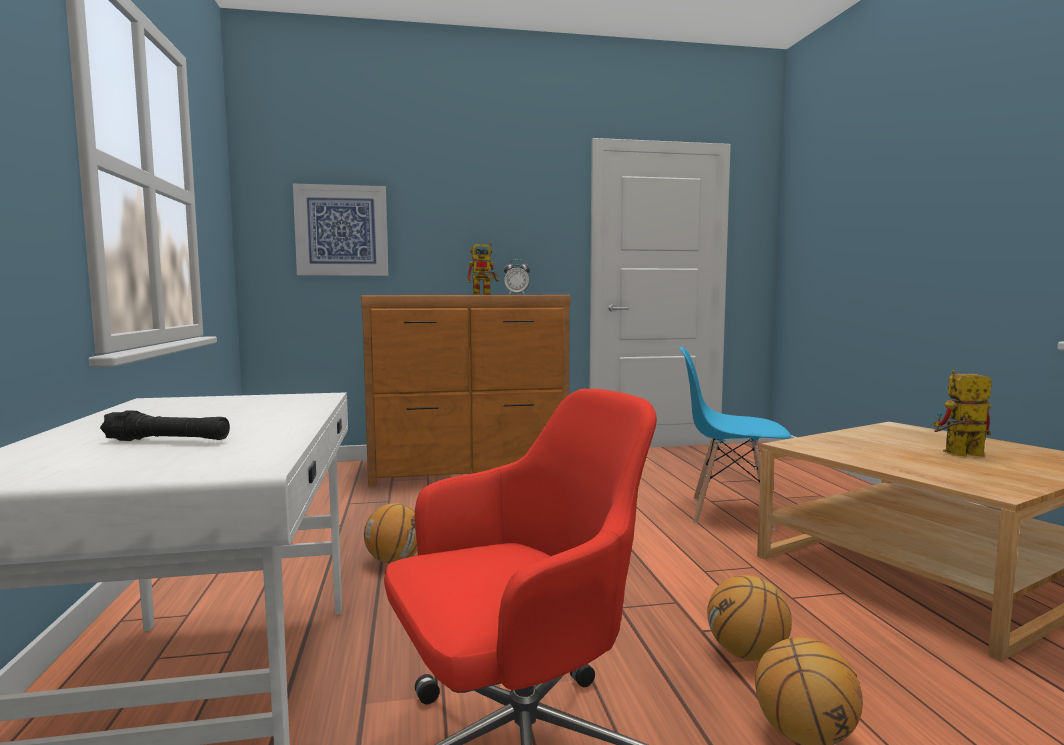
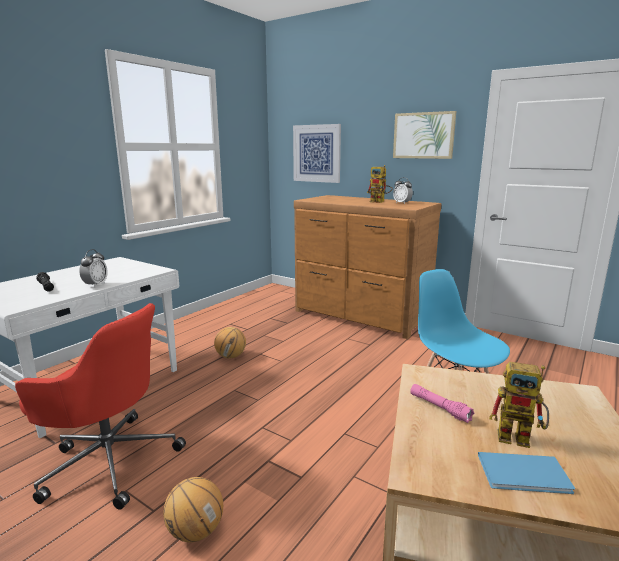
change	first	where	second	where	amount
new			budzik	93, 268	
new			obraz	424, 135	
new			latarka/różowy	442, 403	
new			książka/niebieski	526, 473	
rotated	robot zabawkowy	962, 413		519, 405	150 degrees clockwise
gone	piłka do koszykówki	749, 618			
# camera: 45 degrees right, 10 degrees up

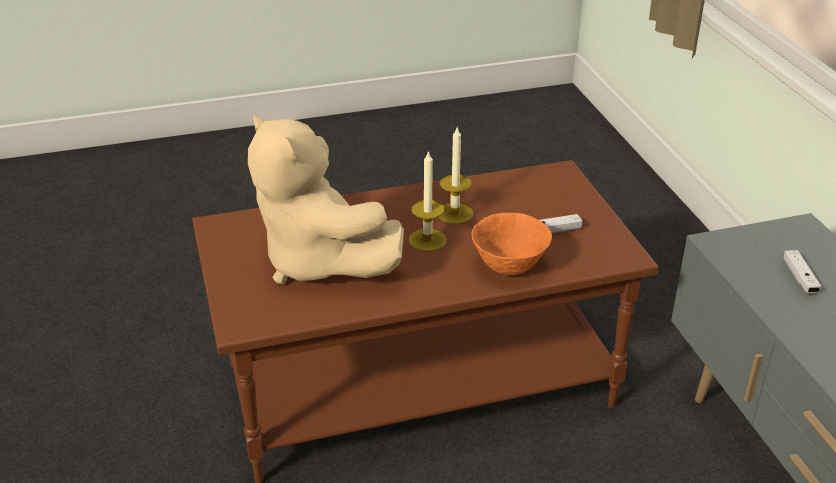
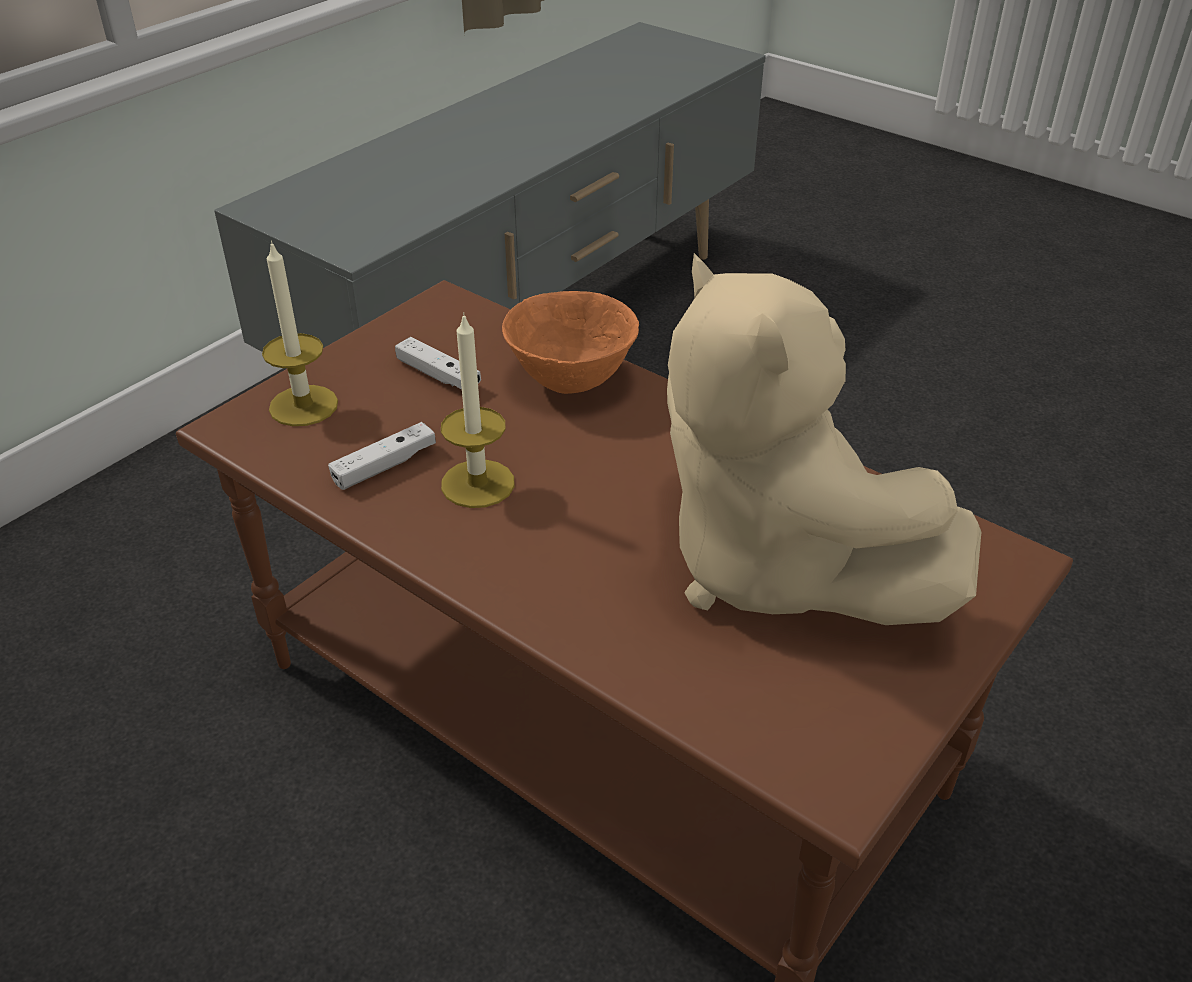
change	first	where	second	where	amount
shifted	świeca	427, 200		300, 333	
shifted	pad do gier/biały	802, 271		382, 456	
rotated	pluszak/beżowy	326, 199		824, 439	135 degrees clockwise
# camera: 125 degrees left, 5 degrees up

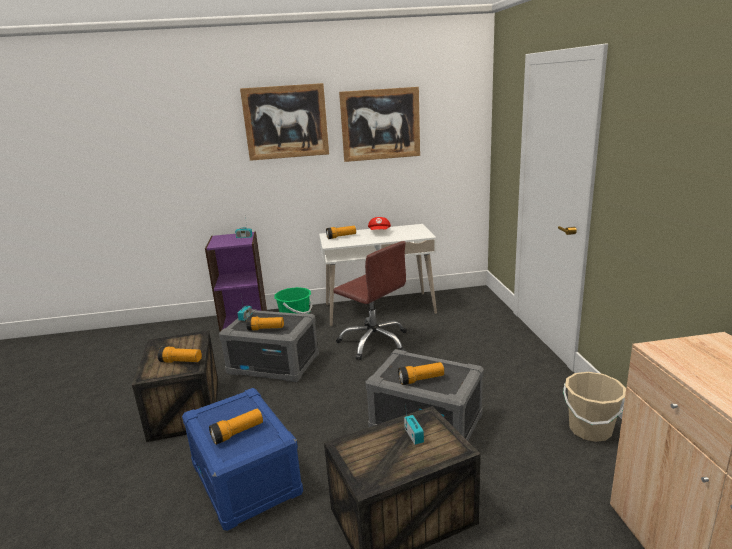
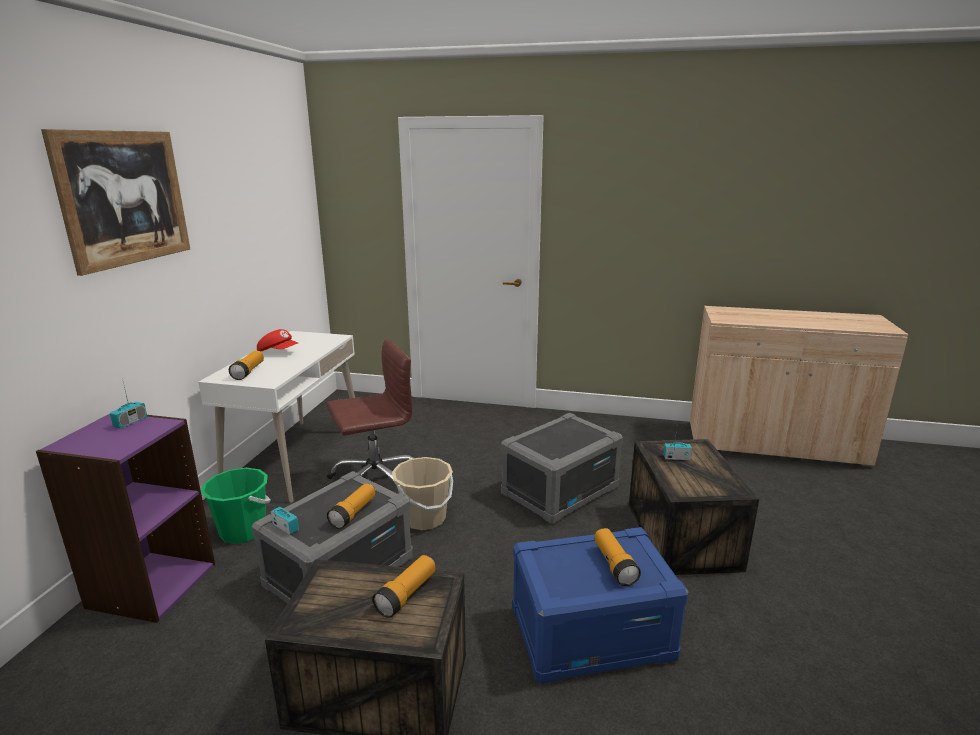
change	first	where	second	where	amount
shifted	wiadro/beżowy	594, 407		422, 493	
gone	obraz	379, 124			
gone	latarka	421, 373			
# camera: 70 degrees left, 0 degrees up

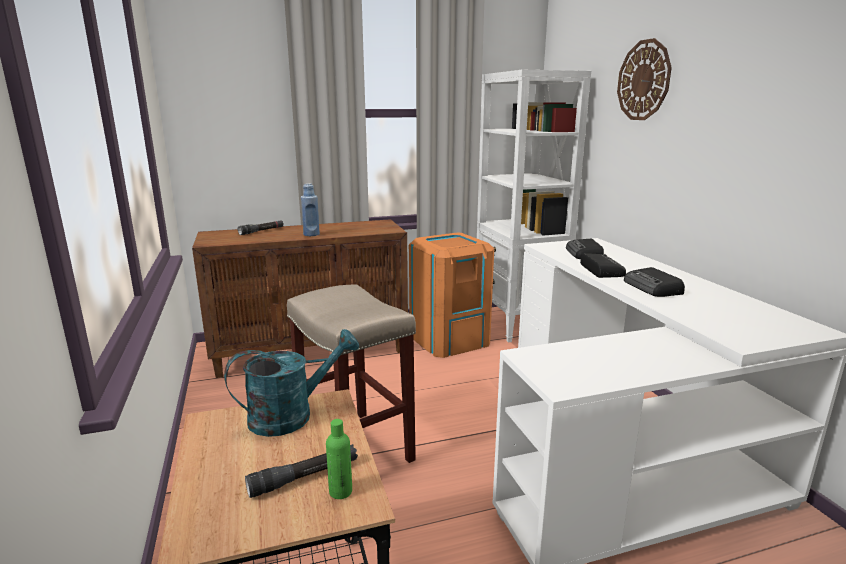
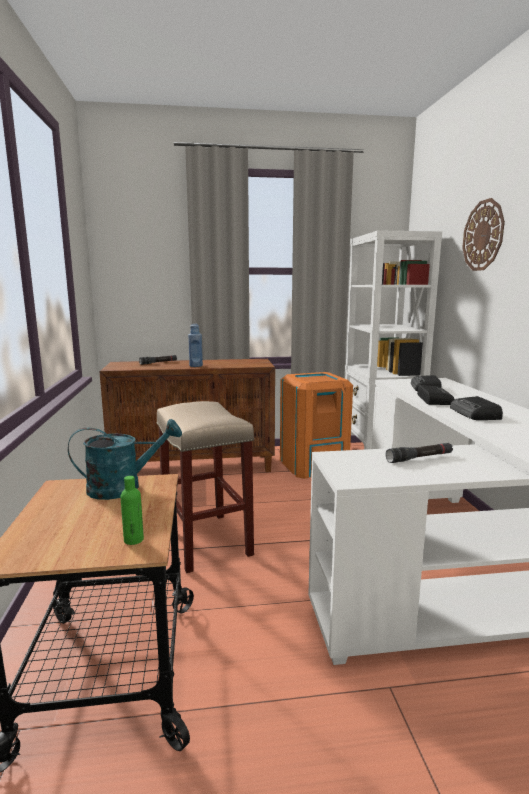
change	first	where	second	where	amount
shifted	latarka/czarny	301, 471		419, 453	
# camera: 10 degrees right, 5 degrees down

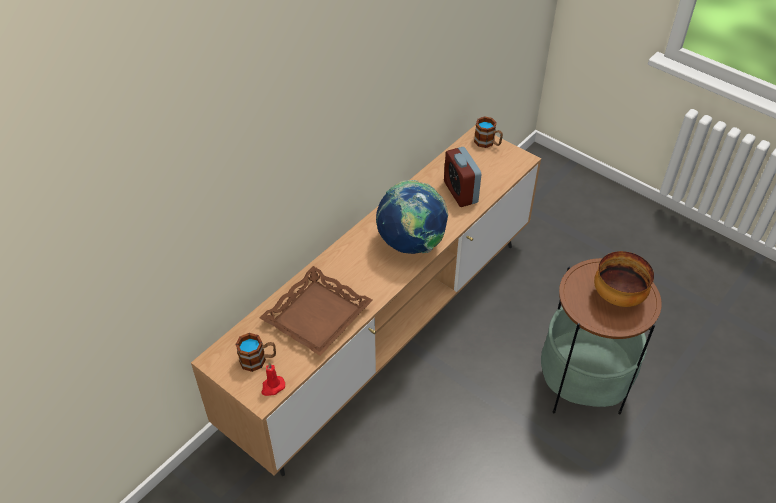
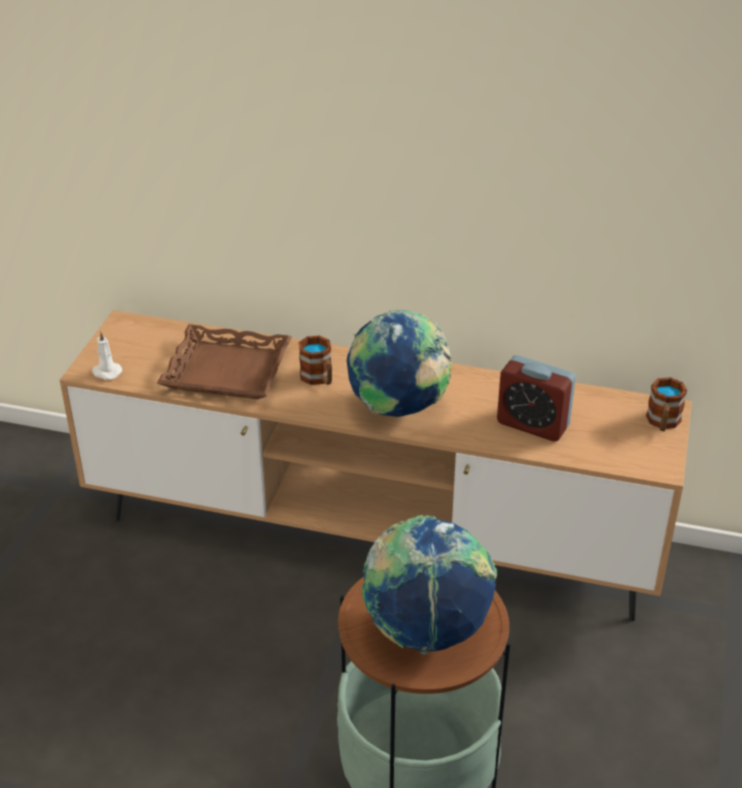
change	first	where	second	where	amount
repainted	świeca/czerwony	273, 379	świeca/biały	107, 355	
shifted	kubek	255, 352		315, 360	
swapped	miska	624, 279	globus	429, 584	
rotated	budzik	463, 177		536, 398	105 degrees counterclockwise
# camera: 65 degrees right, 10 degrees down

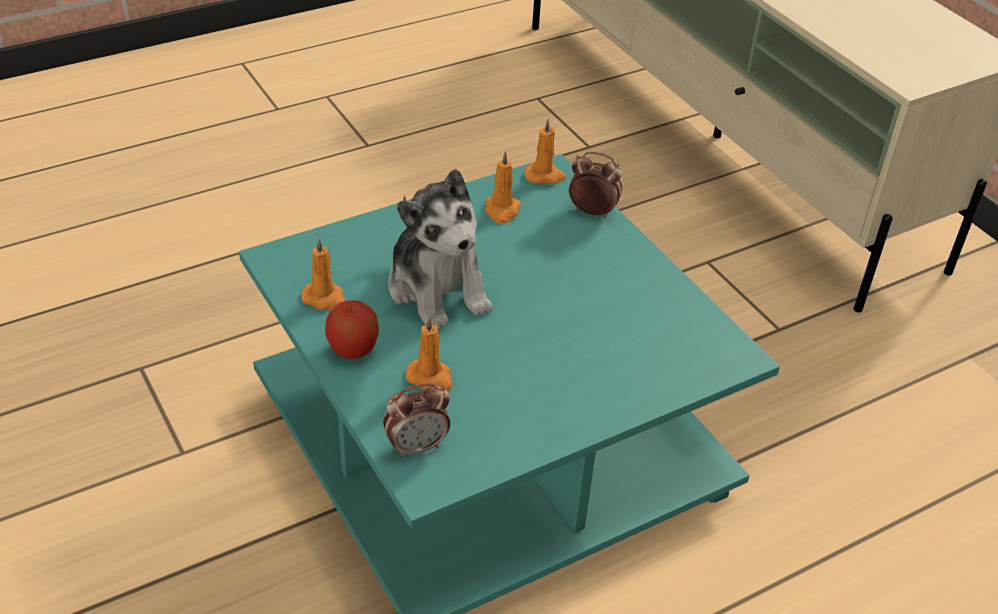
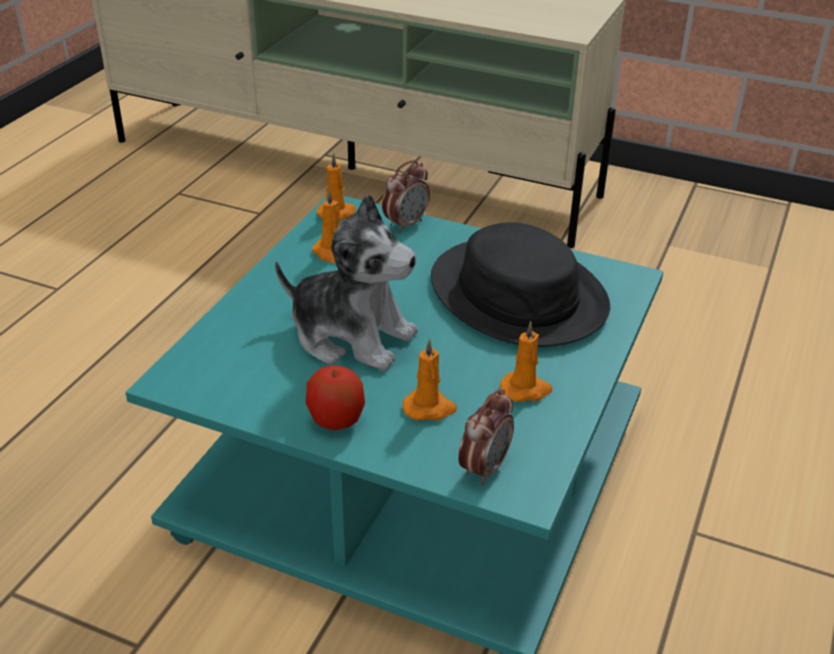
change	first	where	second	where	amount
rotated	budzik	595, 185		406, 196	150 degrees clockwise
new			kapelusz/czarny	520, 284	
shifted	świeca/pomarańczowy	323, 273		526, 361	
# camera: 35 degrees left, 5 degrees down

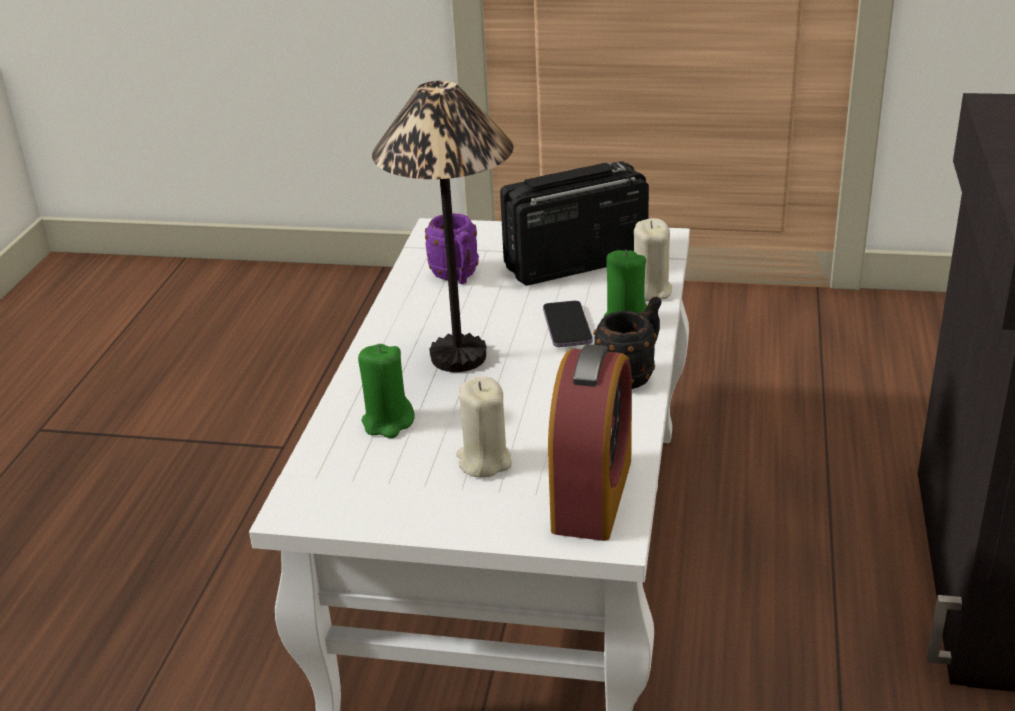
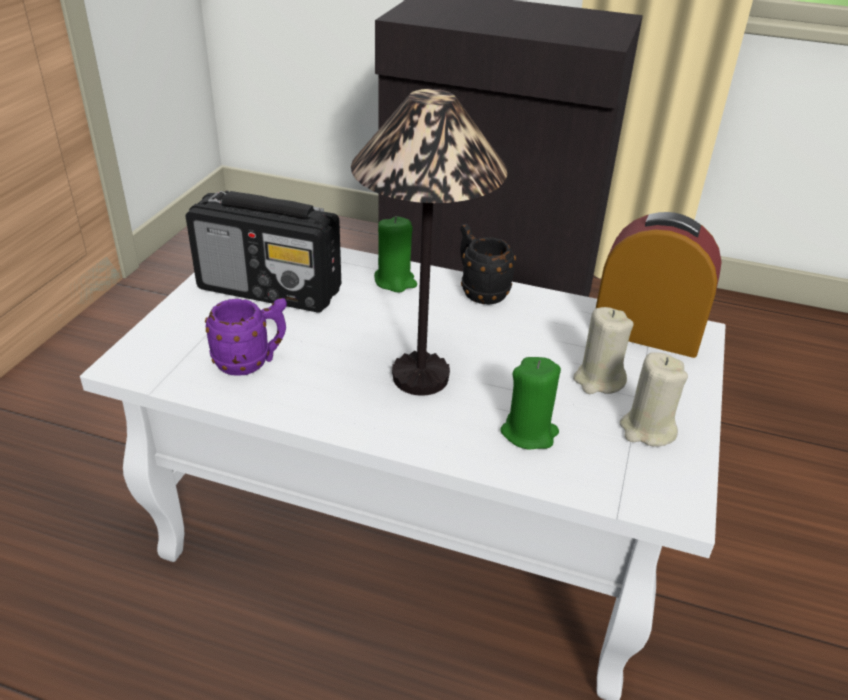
change	first	where	second	where	amount
rotated	radio	574, 223		263, 251	60 degrees counterclockwise
shifted	świeca/beżowy	653, 260		654, 399	
gone	telefon	568, 324			
# camera: 85 degrees left, 5 degrees up

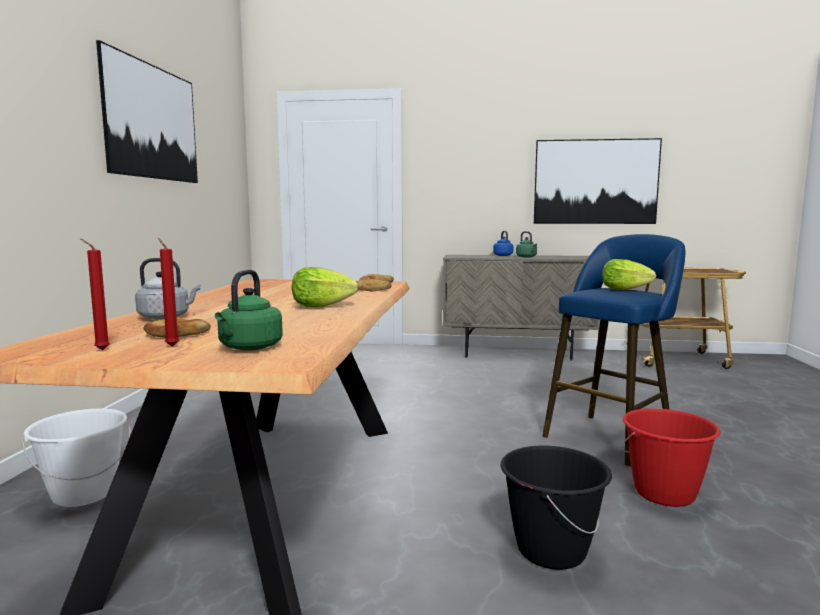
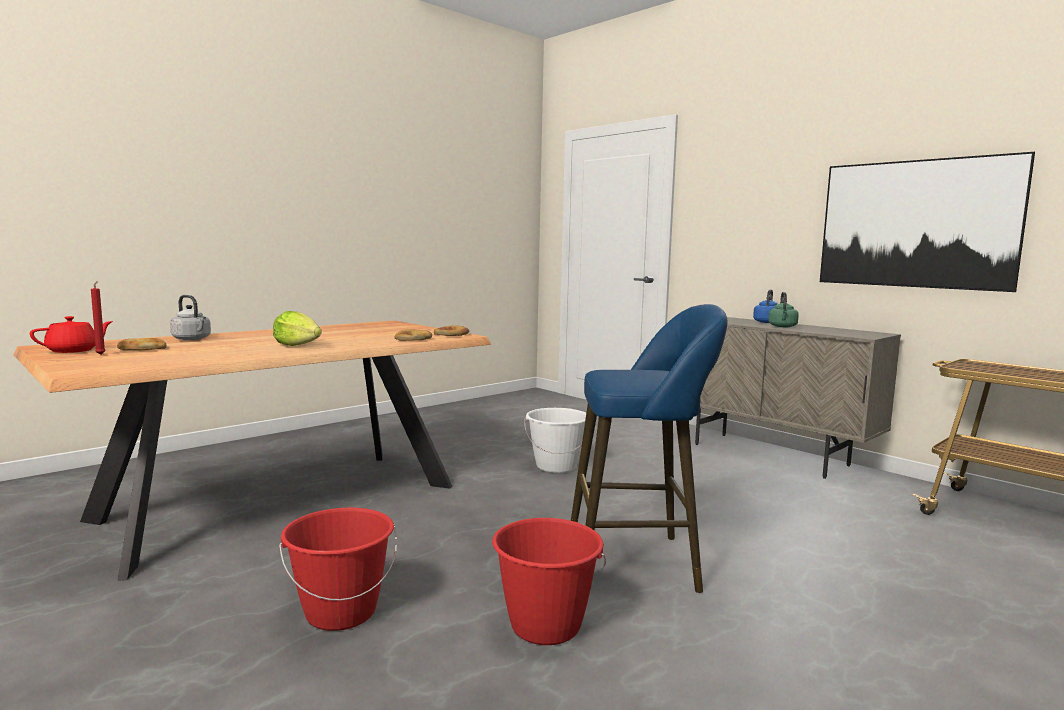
change	first	where	second	where	amount
swapped	świeca/czerwony	95, 294	imbryk/czerwony	71, 334	
repainted	wiadro/czarny	556, 508	wiadro/czerwony	338, 569	
shifted	wiadro/biały	76, 458		555, 440	
gone	obraz	147, 111			
gone	czajnik/zielony	249, 310			
gone	sałata	629, 274			
# camera: 40 degrees right, 0 degrees up

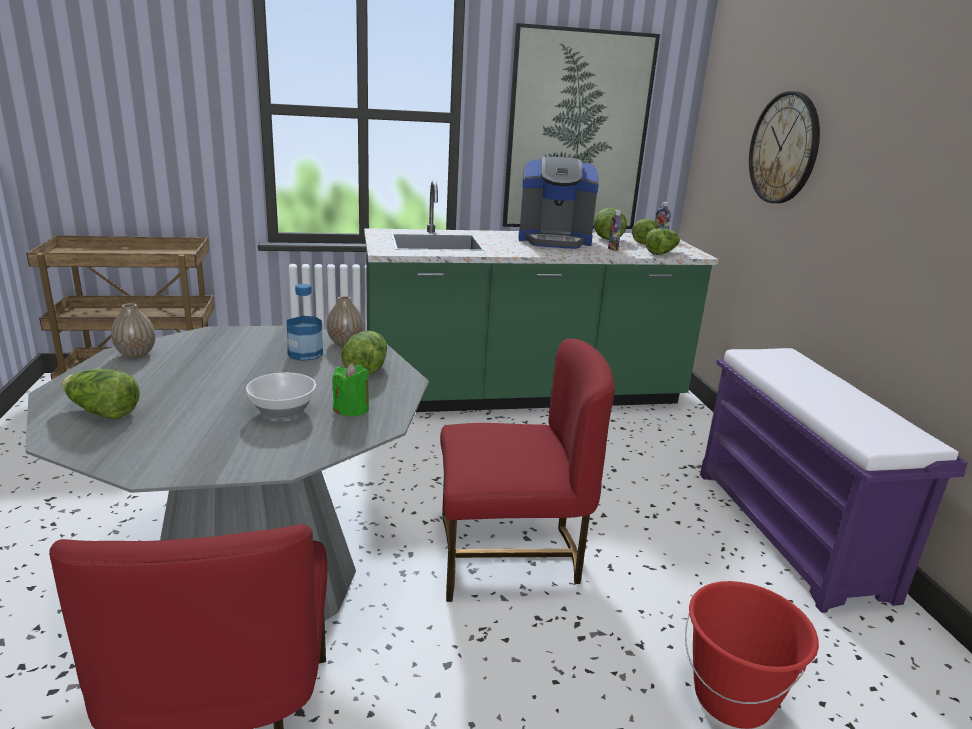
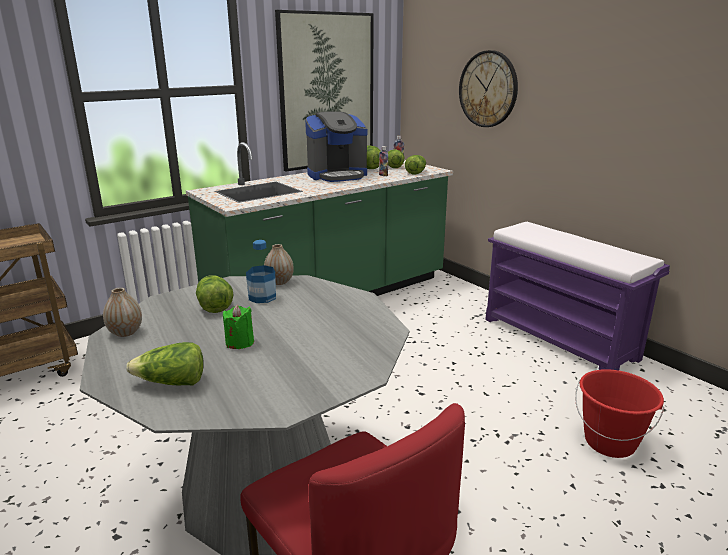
change	first	where	second	where	amount
shifted	sałata	364, 353		215, 294	
shifted	świeca/zielony	350, 390		238, 327	
gone	miska	281, 396			
gone	krzesło/czerwony	527, 470			
# camera: 25 degrees left, 0 degrees up

